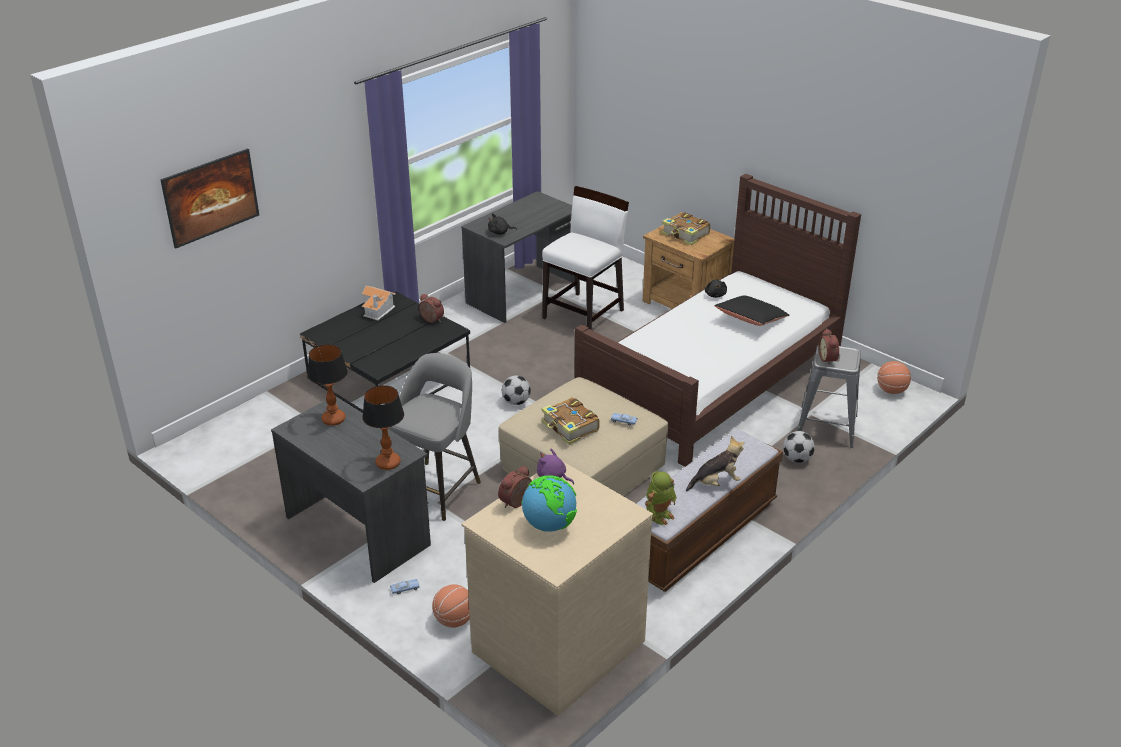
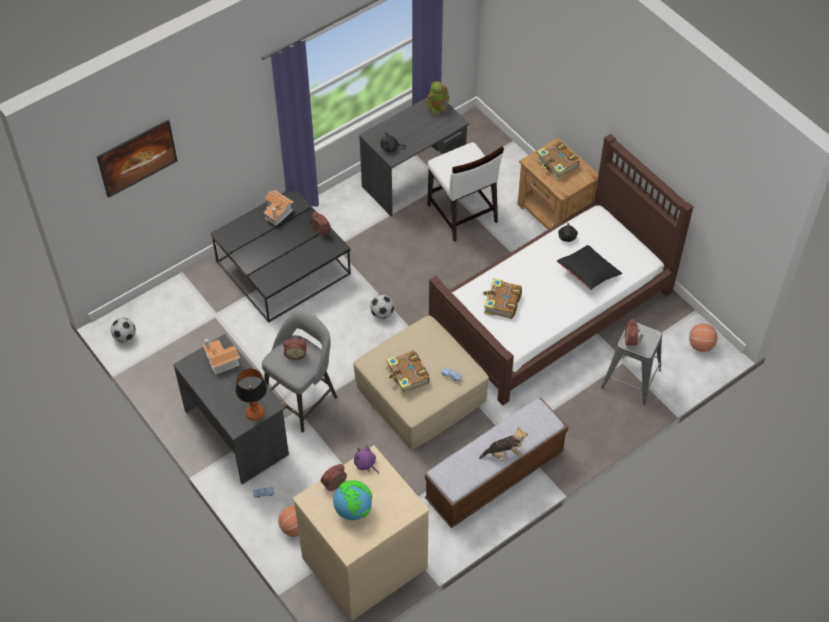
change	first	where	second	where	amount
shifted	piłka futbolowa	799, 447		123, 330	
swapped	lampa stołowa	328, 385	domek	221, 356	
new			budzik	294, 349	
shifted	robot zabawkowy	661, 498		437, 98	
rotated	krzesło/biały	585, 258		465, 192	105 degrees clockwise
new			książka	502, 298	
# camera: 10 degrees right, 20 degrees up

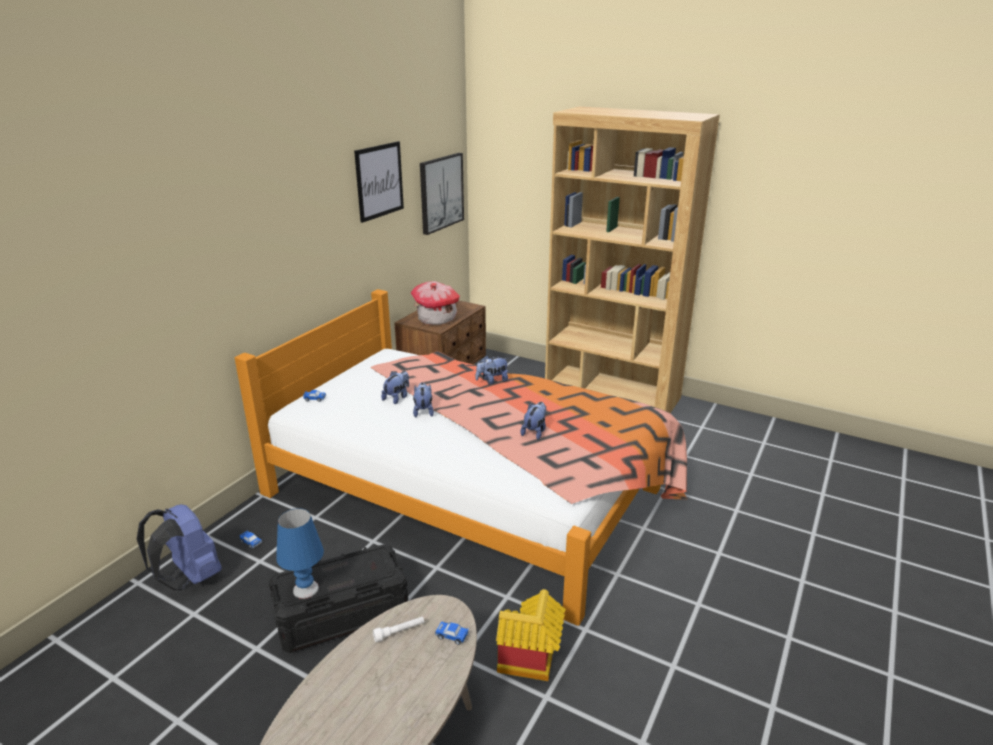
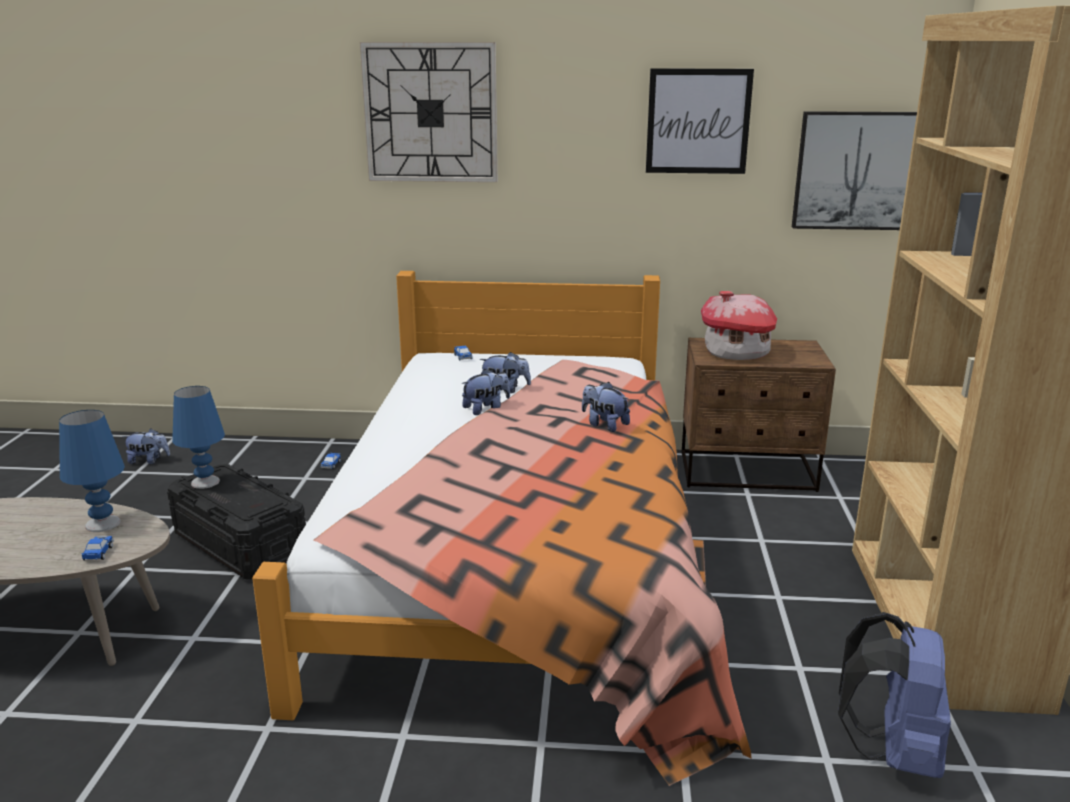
change	first	where	second	where	amount
swapped	latarka/biały	398, 629	lampa stołowa/niebieski	92, 471	
shifted	pluszak	533, 421		146, 446	
new			zegar ścienny	429, 112	
shifted	plecak/niebieski	179, 547		894, 695	
gone	domek	531, 635			
# camera: 65 degrees right, 5 degrees down

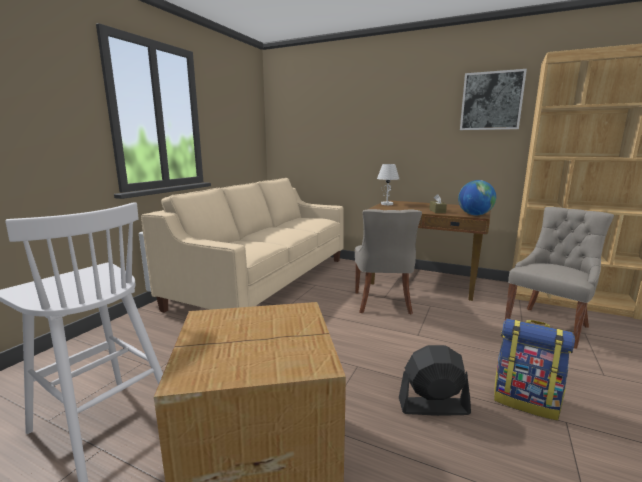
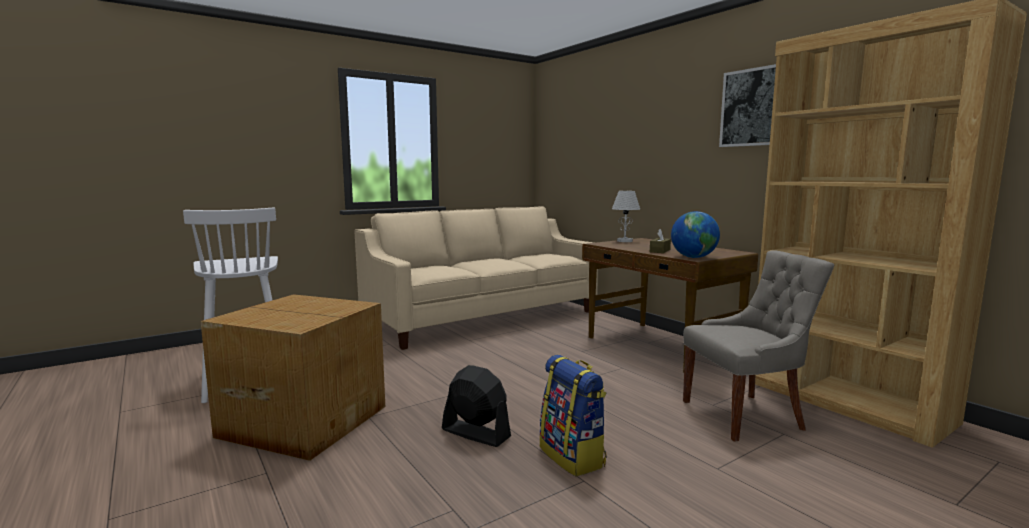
change	first	where	second	where	amount
gone	krzesło/szary	388, 262			
# camera: 30 degrees right, 5 degrees down

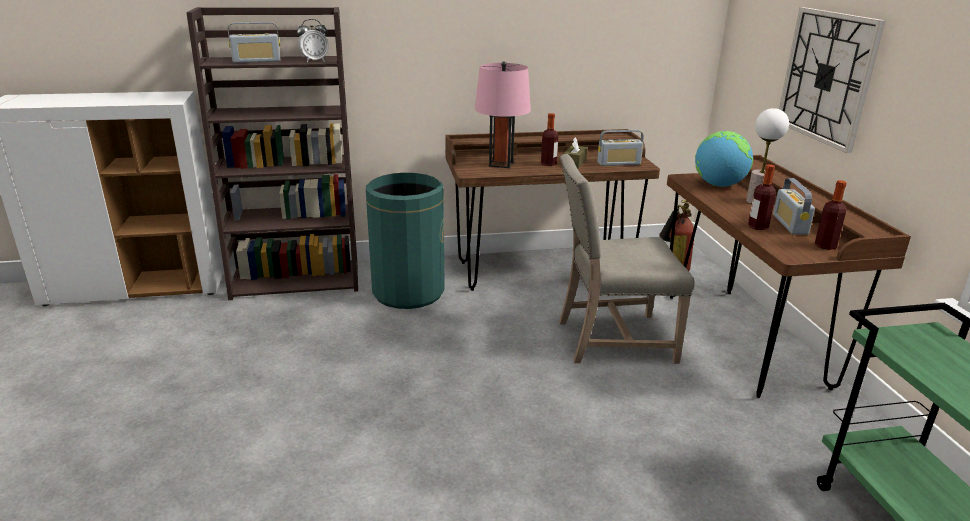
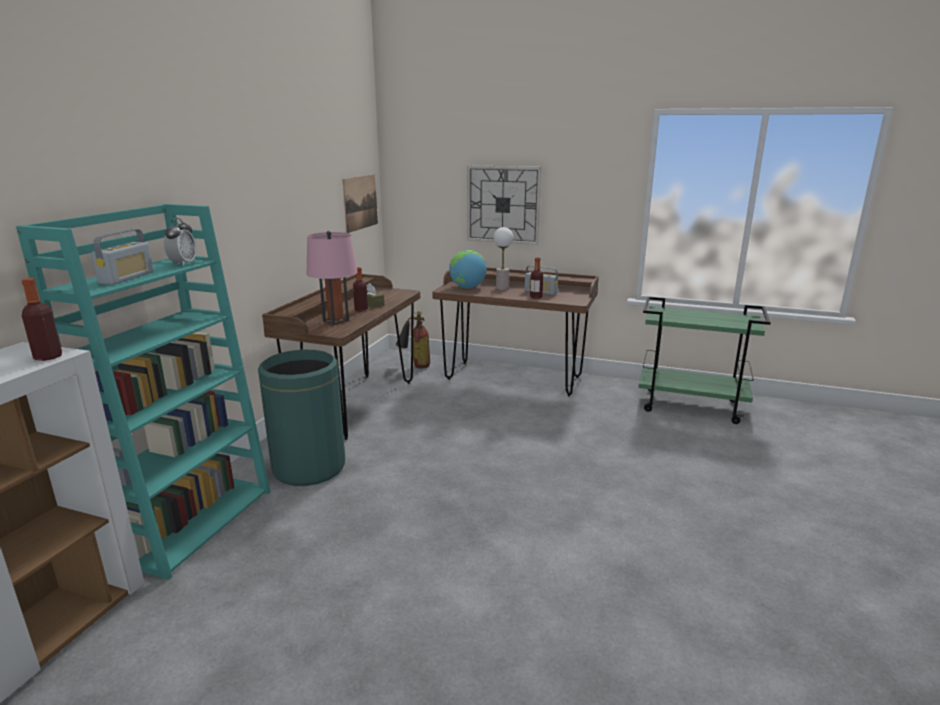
change	first	where	second	where	amount
repainted	regał/brązowy	272, 153	regał/turkusowy	143, 392	
shifted	butelka	831, 215		42, 319	
new			obraz	360, 203	
gone	krzesło/beżowy	627, 259			
gone	radio	620, 148			
# camera: 60 degrees left, 5 degrees down

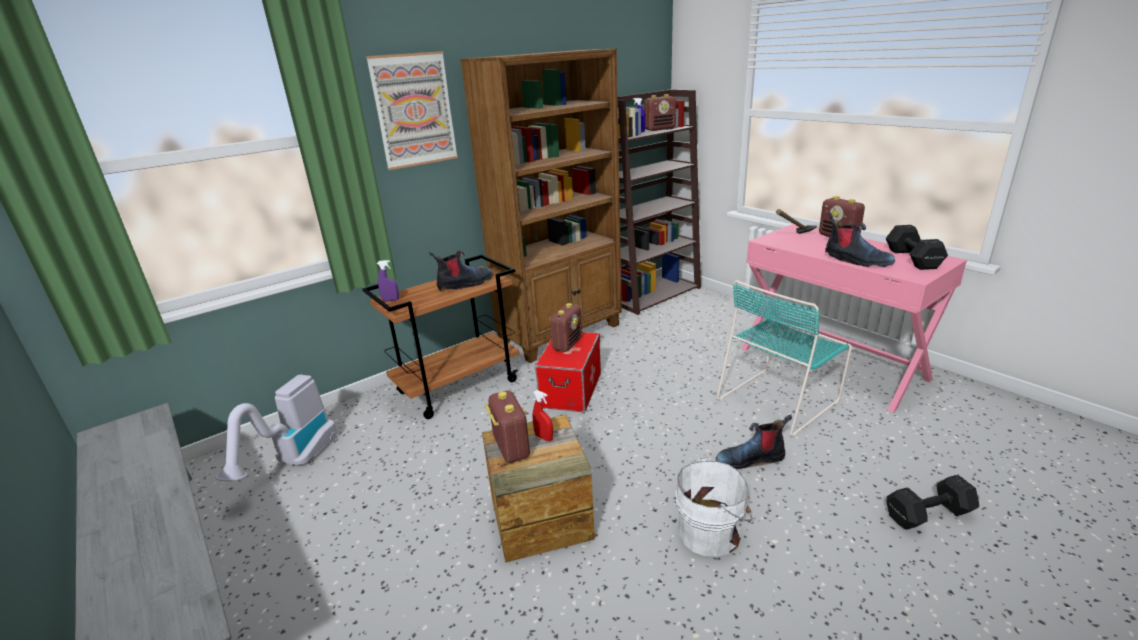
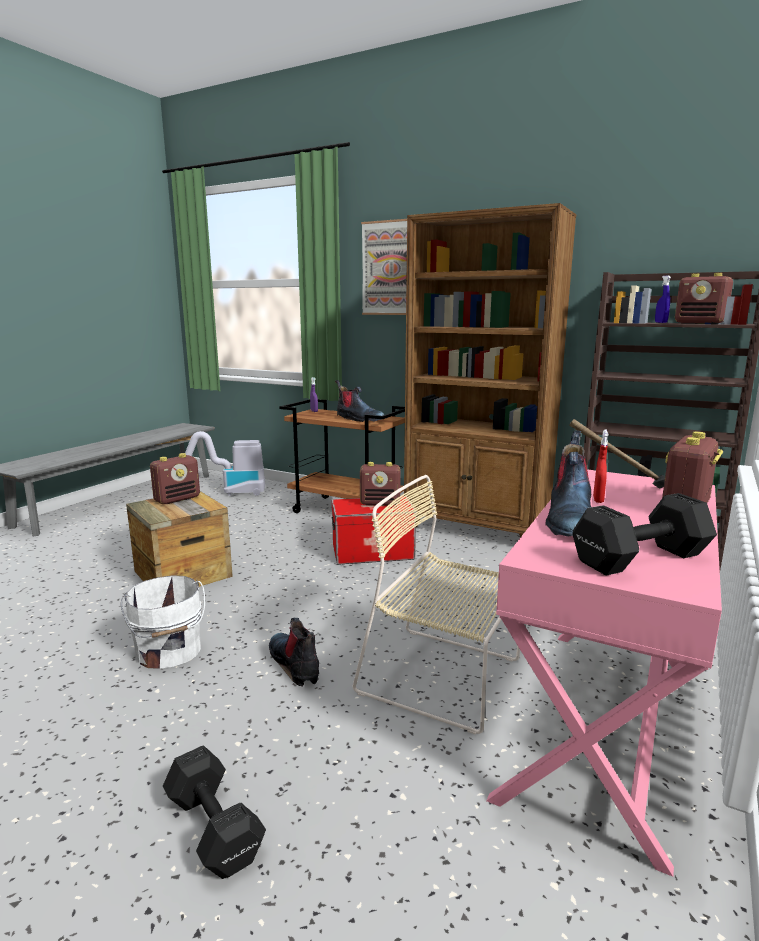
change	first	where	second	where	amount
repainted	krzesło/turkusowy	784, 358	krzesło/beżowy	436, 605	
shifted	spryskiwacz/czerwony	543, 415		600, 466	
# camera: 65 degrees right, 10 degrees down

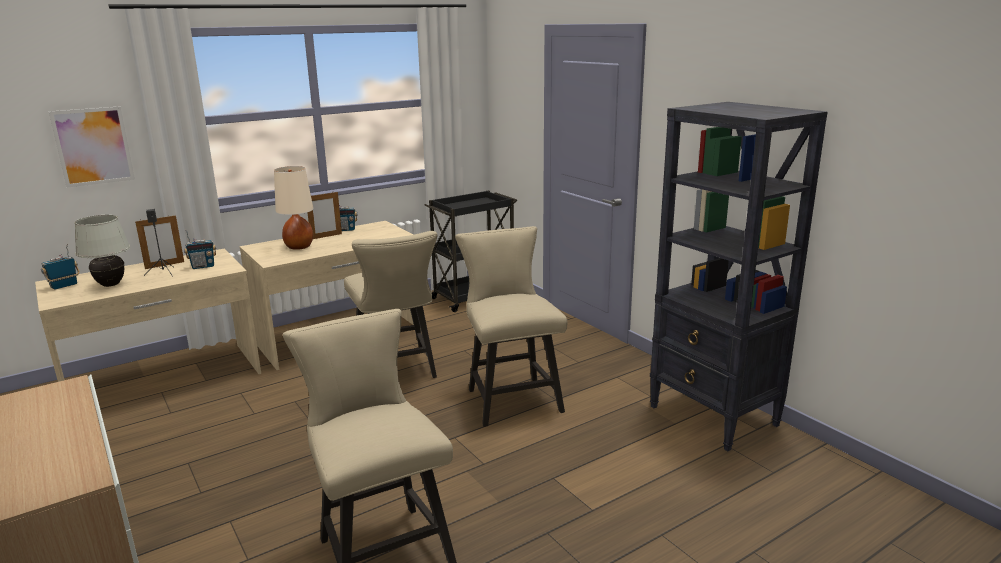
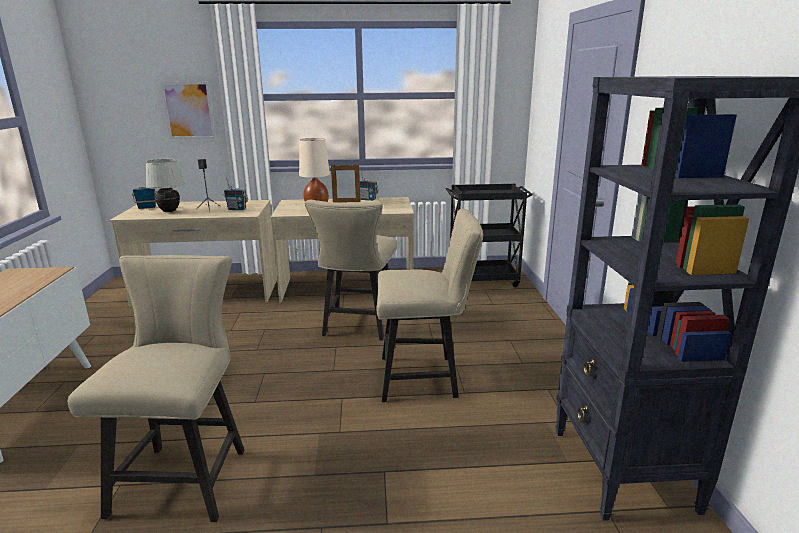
change	first	where	second	where	amount
rotated	krzesło/beżowy	511, 326		430, 305	75 degrees clockwise
gone	ramka na zdjęcie	159, 242			
# camera: 30 degrees right, 0 degrees up

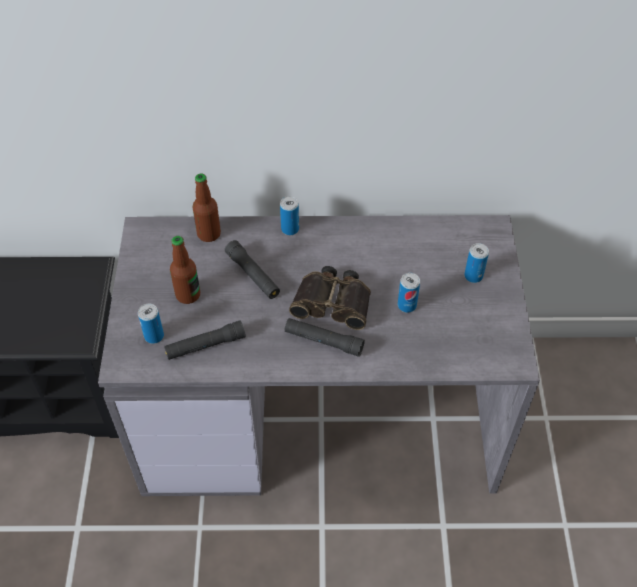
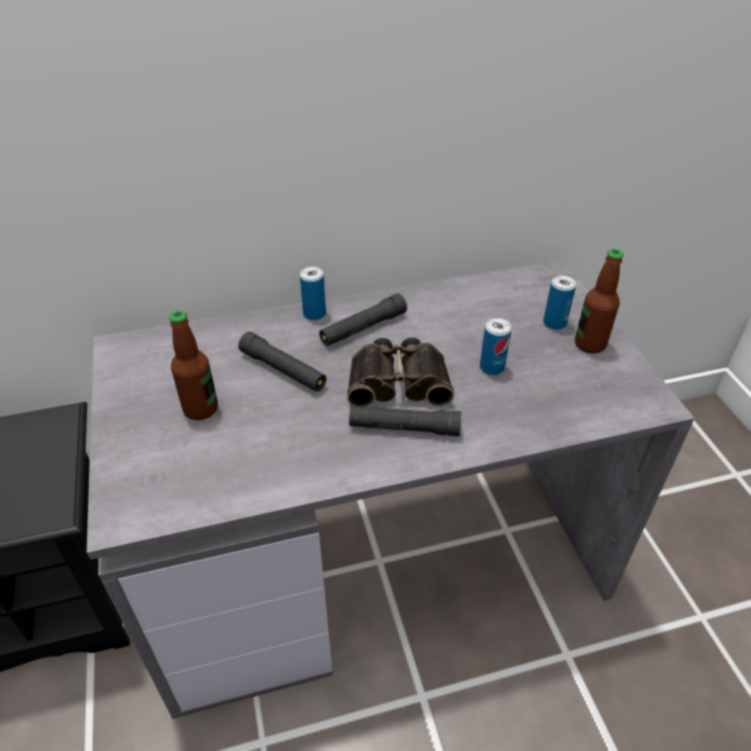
change	first	where	second	where	amount
shifted	latarka/czarny	205, 340		363, 319	
shifted	butelka	207, 207		599, 301	
gone	puszka	151, 324			
# camera: 15 degrees left, 10 degrees down

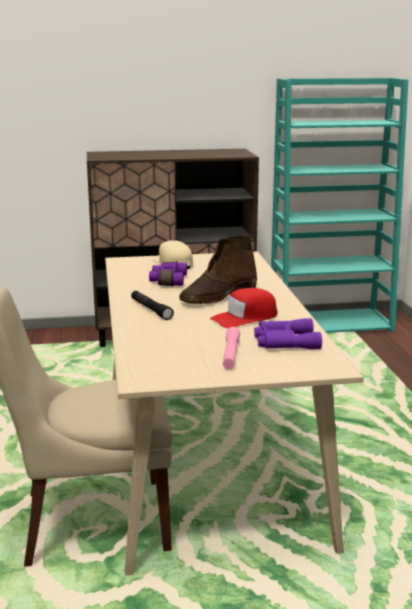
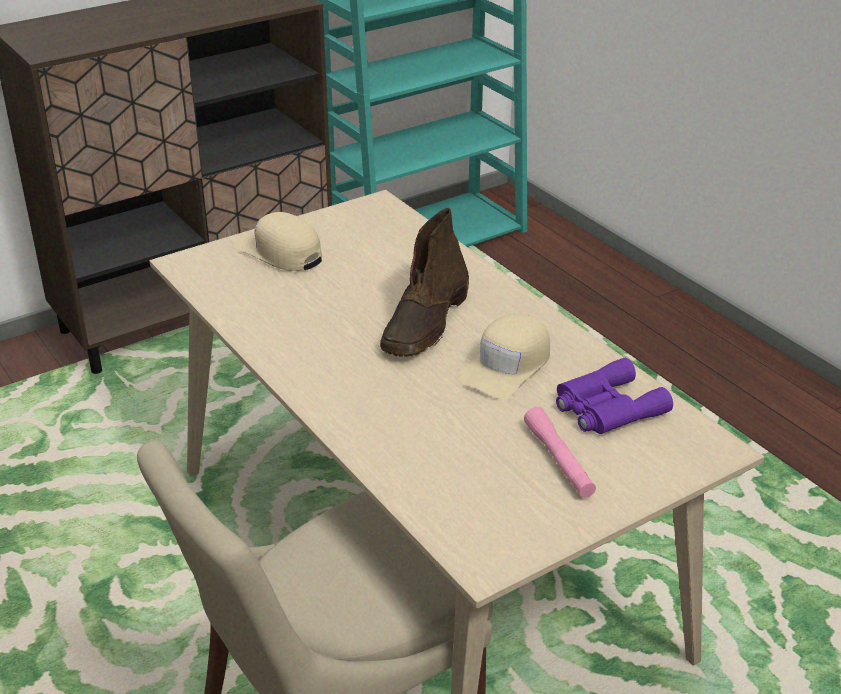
change	first	where	second	where	amount
repainted	czapka z daszkiem/czerwony	243, 308	czapka z daszkiem/beżowy	504, 357	
gone	latarka/czarny	152, 305			
gone	lornetka/fioletowy	168, 274			
# camera: 25 degrees left, 15 degrees up

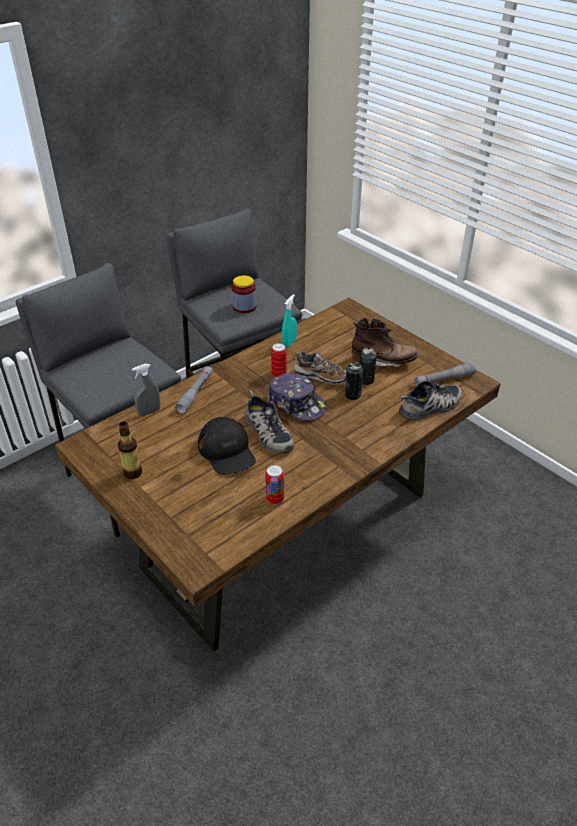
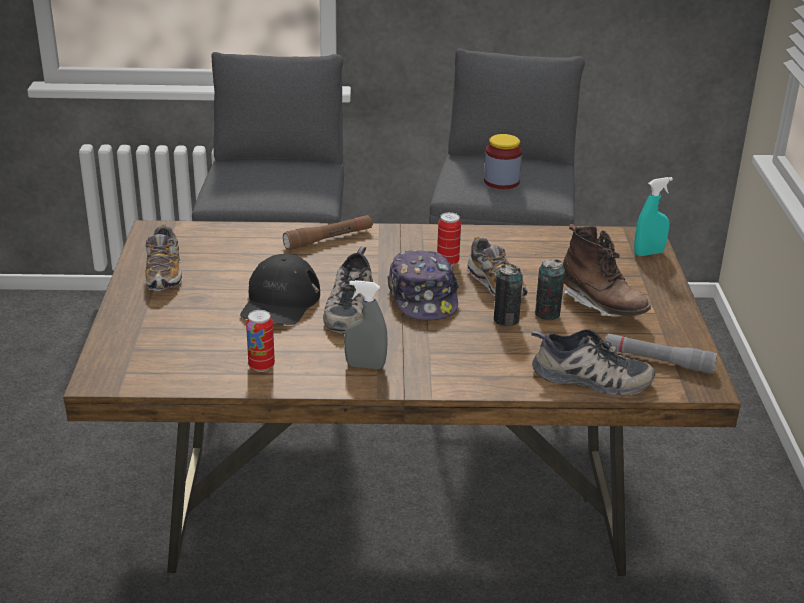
change	first	where	second	where	amount
swapped	butelka	130, 450	but	164, 257	
repainted	latarka/szary	194, 390	latarka/brązowy	328, 232	
shifted	spryskiwacz/szary	146, 390		366, 324	
shifted	spryskiwacz/turkusowy	289, 321		653, 216	
# camera: 40 degrees right, 10 degrees down

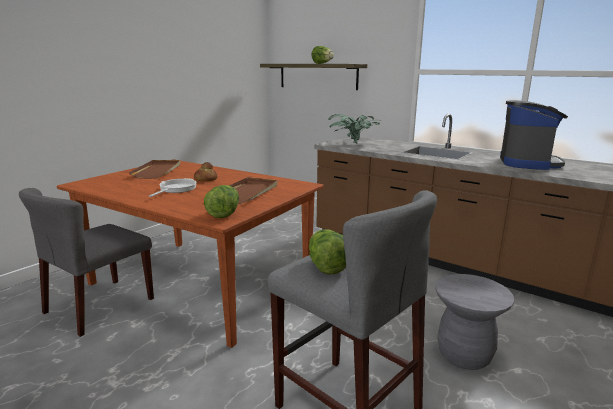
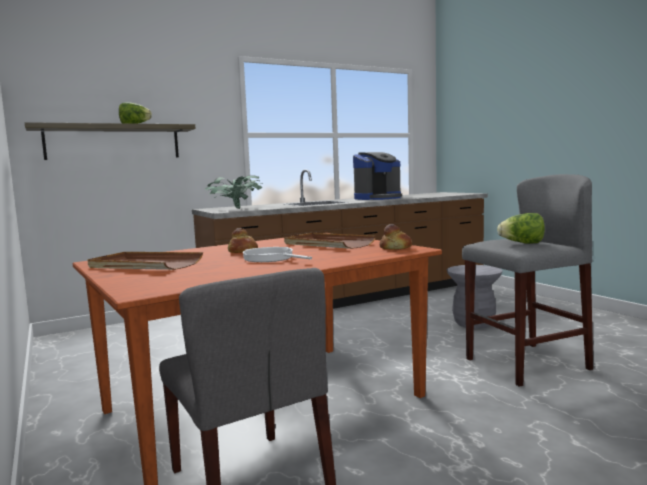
change	first	where	second	where	amount
rotated	ekspres do kawy	534, 135		377, 176	105 degrees clockwise
swapped	sałata	221, 201	chleb	395, 237	
# camera: 65 degrees left, 10 degrees down

